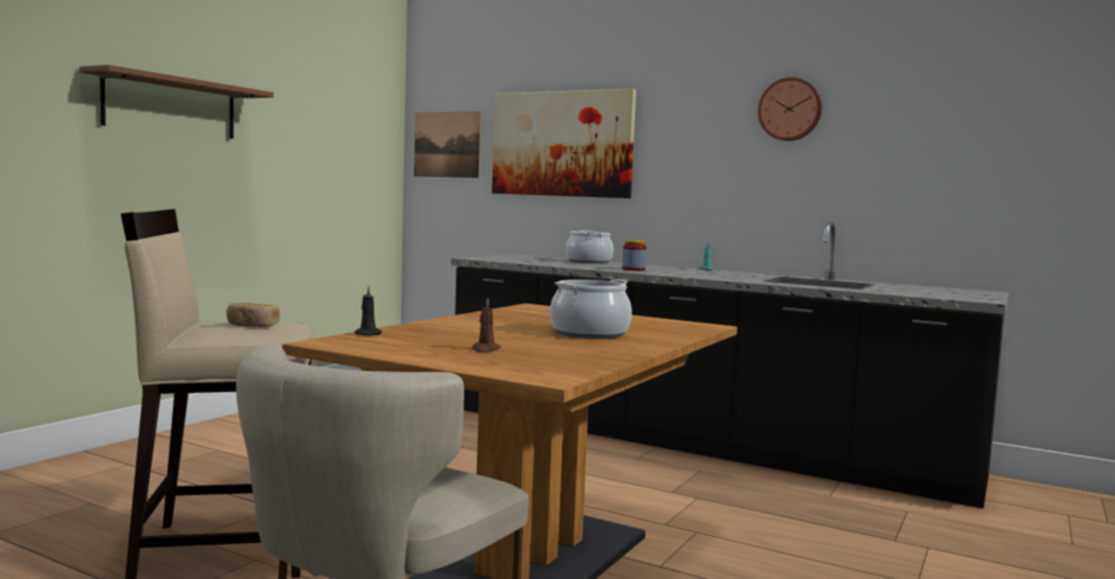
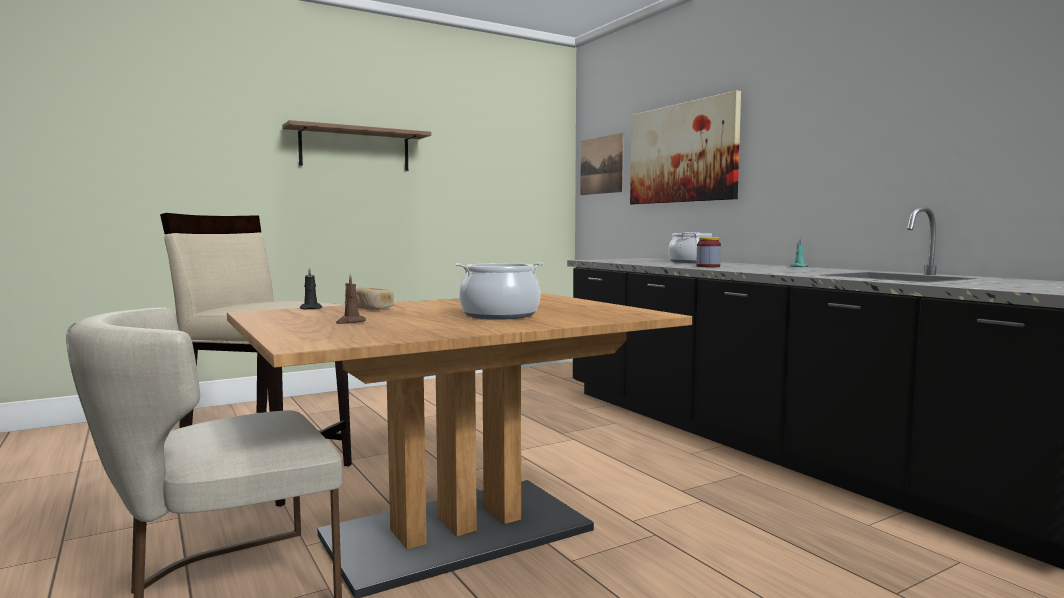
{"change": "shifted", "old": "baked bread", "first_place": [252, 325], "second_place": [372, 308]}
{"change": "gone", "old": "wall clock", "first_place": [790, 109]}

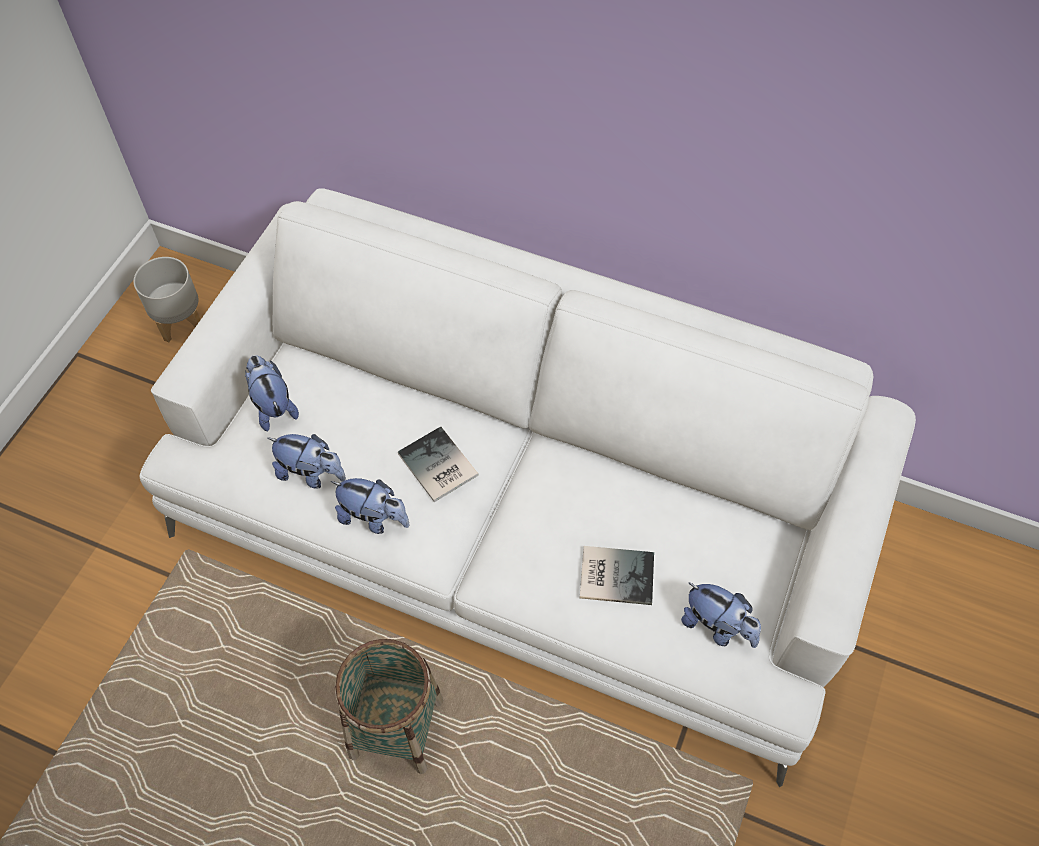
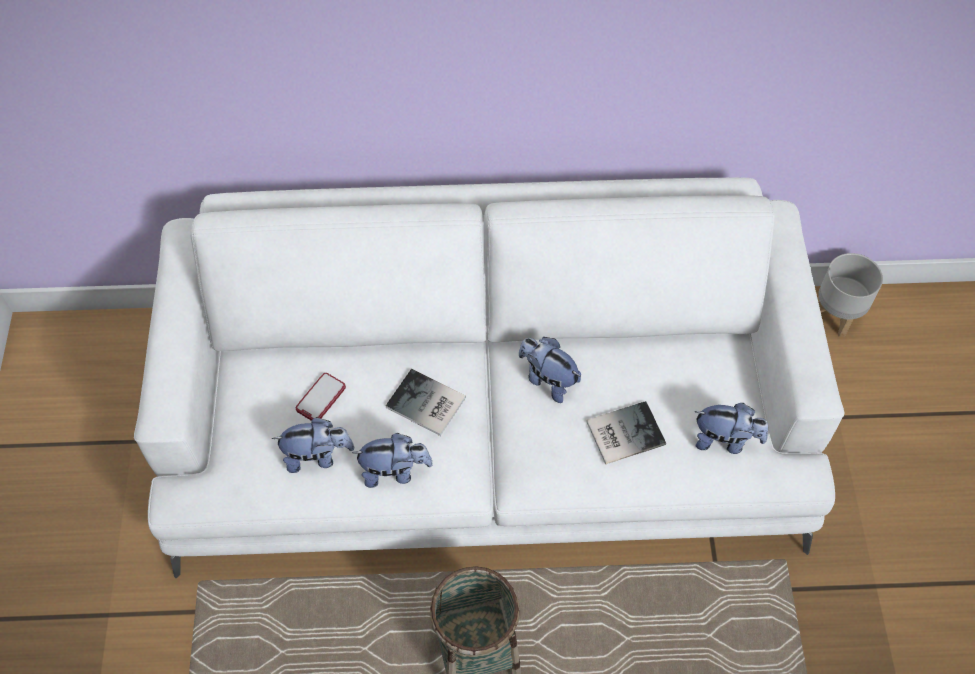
{"change": "new", "new": "telephone", "second_place": [321, 398]}
{"change": "shifted", "old": "soft toy", "first_place": [273, 406], "second_place": [548, 379]}
{"change": "shifted", "old": "flower pot/greyish", "first_place": [181, 322], "second_place": [837, 314]}

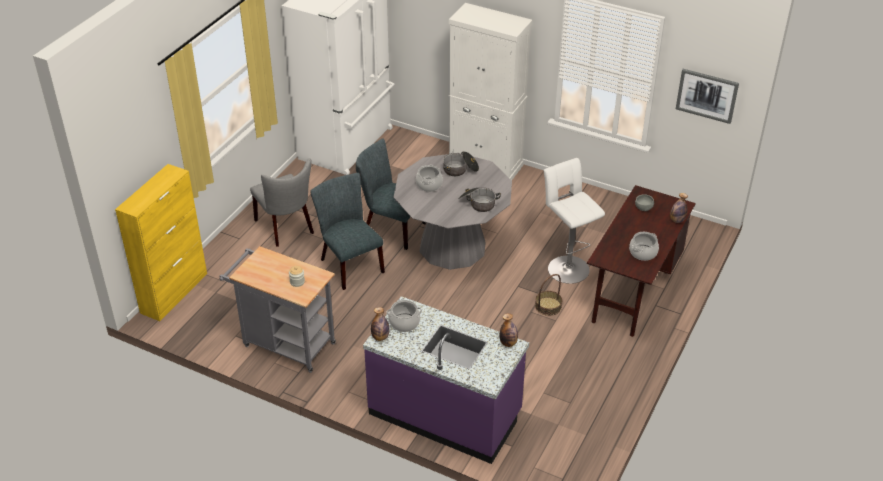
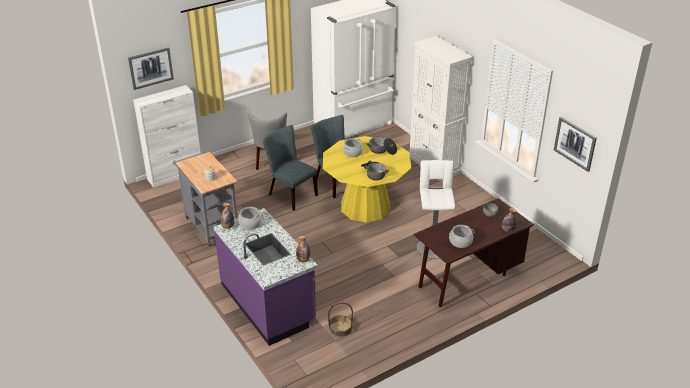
{"change": "new", "new": "wall art", "second_place": [151, 68]}
{"change": "repainted", "old": "cupboard/yellow-coloured", "new": "cupboard/white-coloured", "first_place": [174, 293], "second_place": [175, 175]}
{"change": "rotated", "old": "plain chair/greyish", "first_place": [349, 264], "second_place": [290, 194], "degrees": -45}
{"change": "repainted", "old": "dining table/greyish", "new": "dining table/yellow-coloured", "first_place": [452, 247], "second_place": [365, 206]}
{"change": "shifted", "old": "household basket", "first_place": [548, 306], "second_place": [340, 329]}

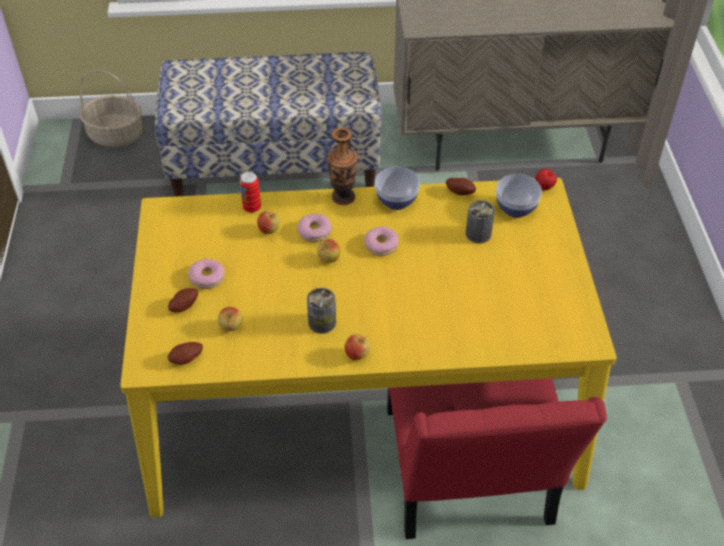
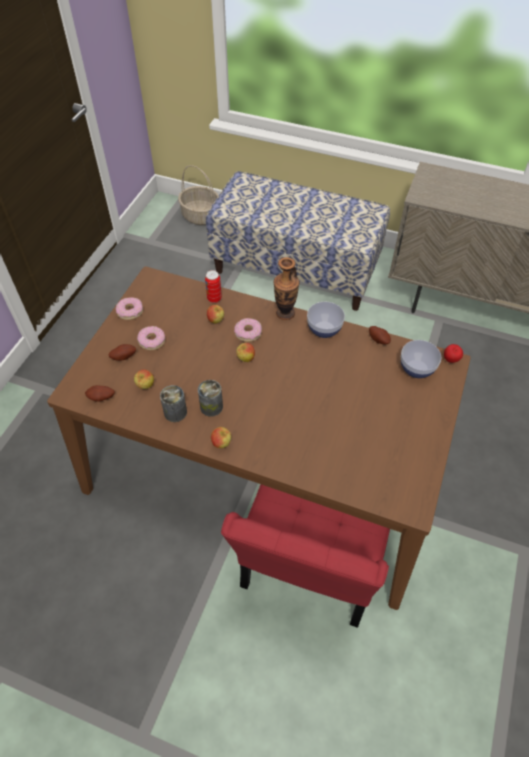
{"change": "repainted", "old": "dining table/yellow-coloured", "new": "dining table/brown", "first_place": [361, 401], "second_place": [264, 468]}
{"change": "shifted", "old": "ring doughnut", "first_place": [381, 245], "second_place": [130, 312]}
{"change": "shifted", "old": "sealed can", "first_place": [478, 234], "second_place": [175, 412]}

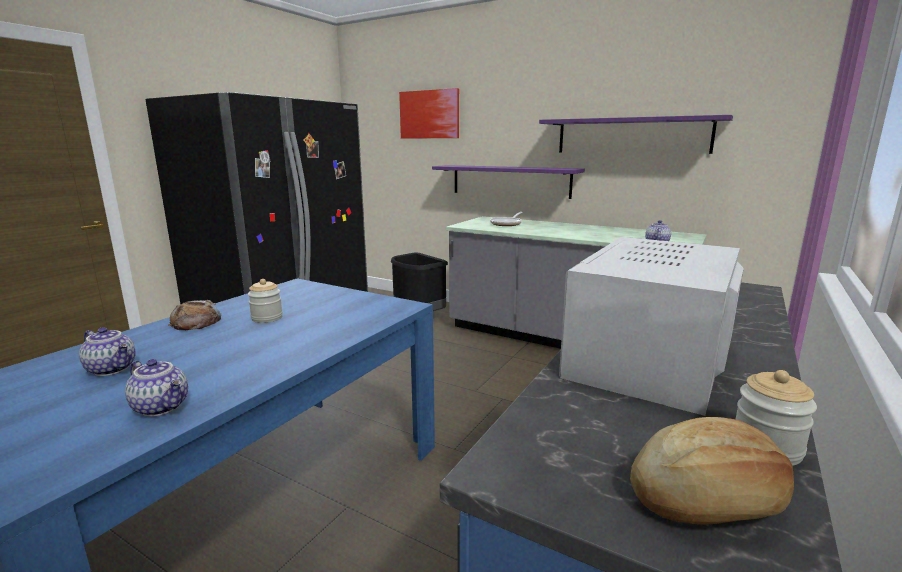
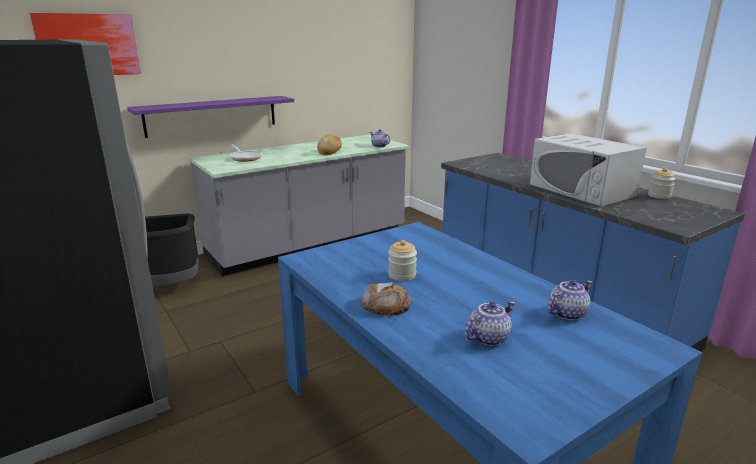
{"change": "shifted", "old": "baked bread", "first_place": [708, 500], "second_place": [329, 152]}
{"change": "gone", "old": "shelf/purple", "first_place": [632, 136]}

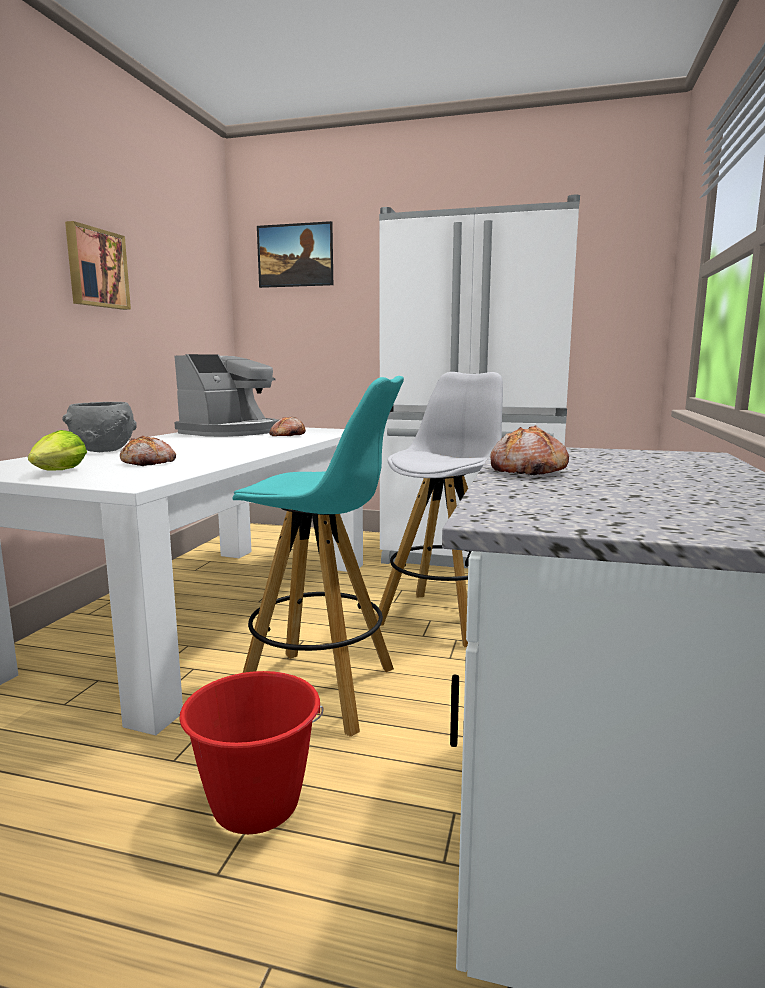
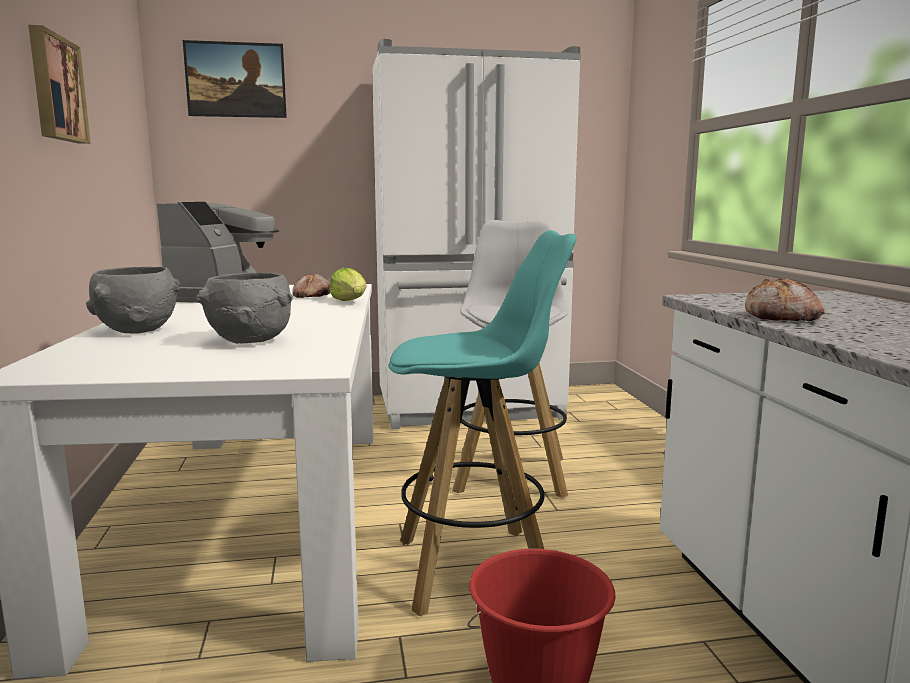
{"change": "swapped", "old": "baked bread", "new": "serving bowl/greyish", "first_place": [149, 463], "second_place": [251, 341]}
{"change": "shifted", "old": "lettuce", "first_place": [59, 472], "second_place": [351, 301]}

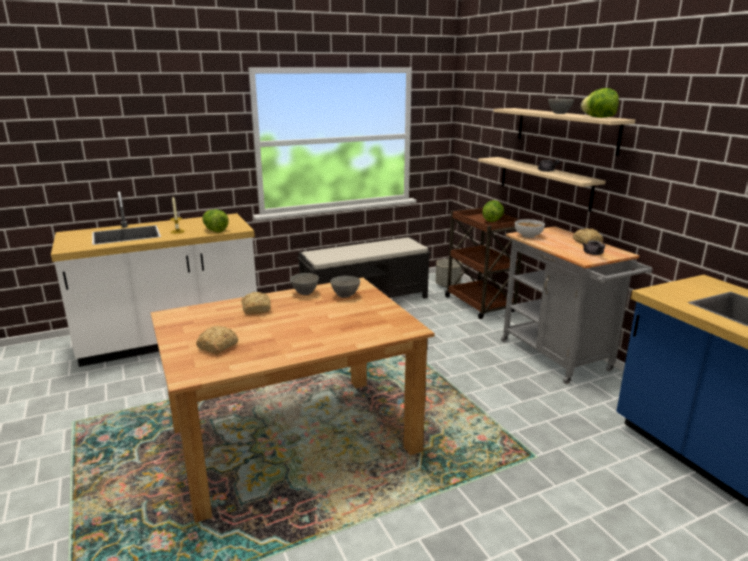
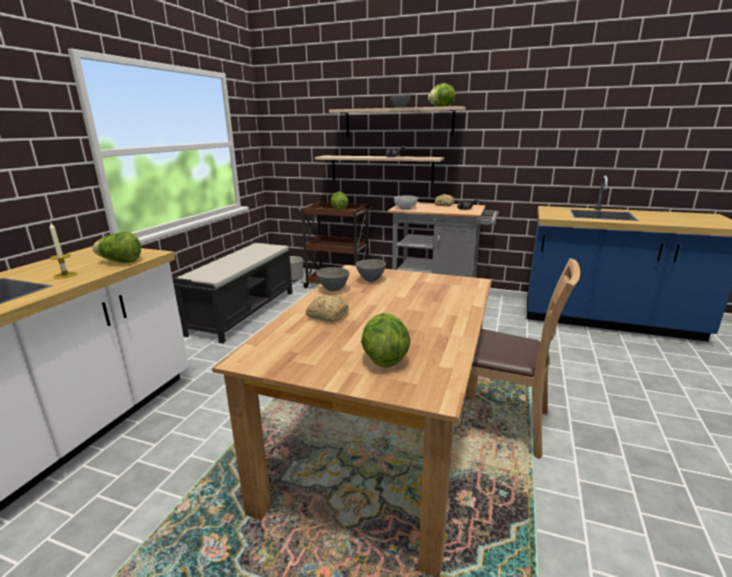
{"change": "swapped", "old": "baked bread", "new": "lettuce", "first_place": [216, 347], "second_place": [384, 358]}
{"change": "new", "new": "plain chair/brown", "second_place": [499, 422]}

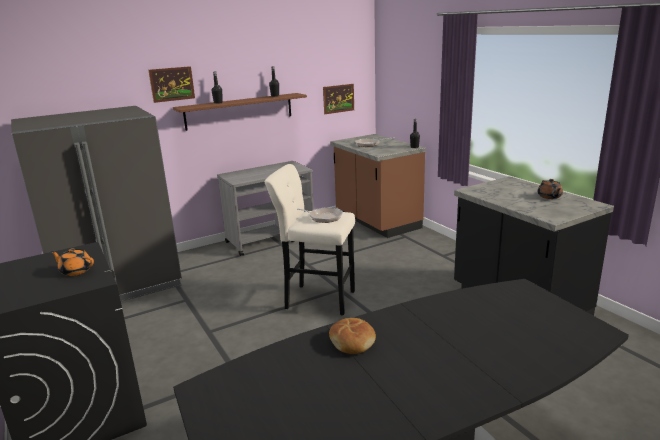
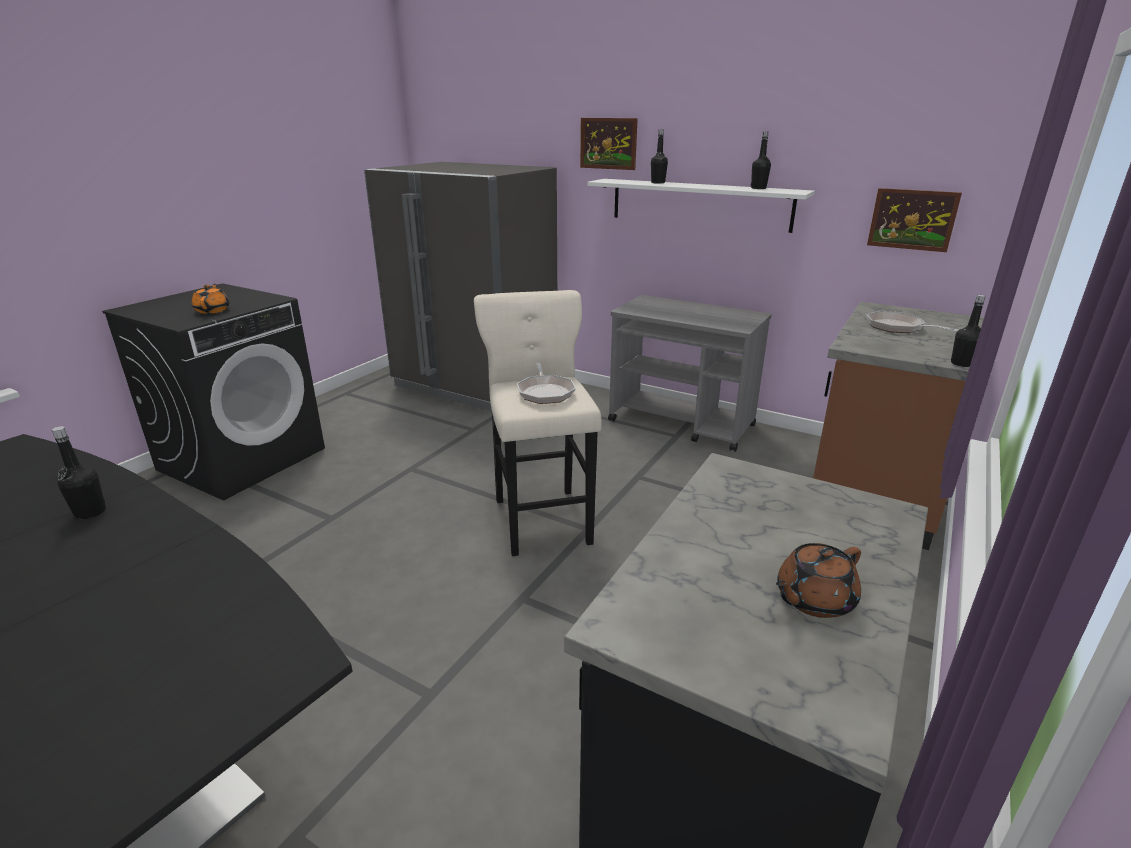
{"change": "swapped", "old": "baked bread", "new": "beverage bottle/black-coloured", "first_place": [352, 342], "second_place": [90, 512]}
{"change": "repainted", "old": "shelf/brown", "new": "shelf/white-coloured", "first_place": [239, 111], "second_place": [699, 204]}

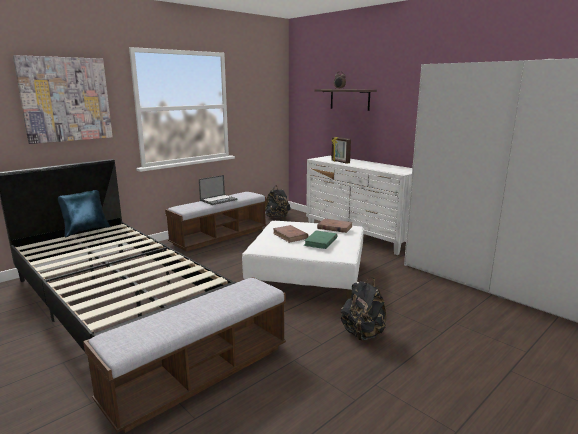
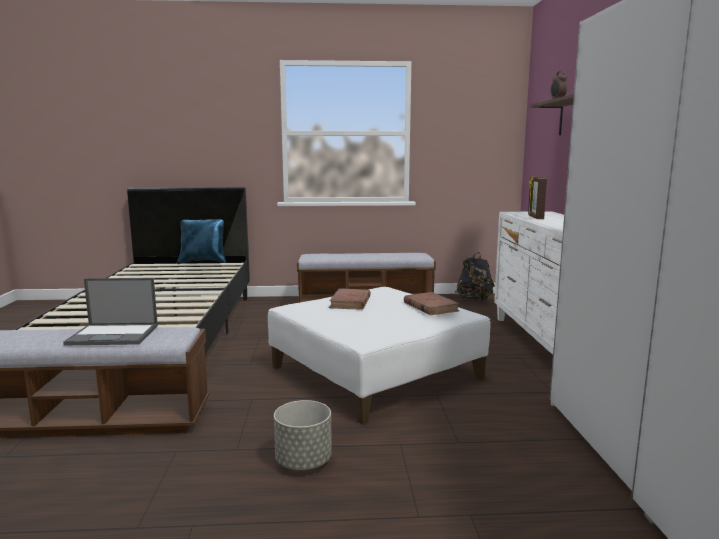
{"change": "shifted", "old": "laptop", "first_place": [219, 200], "second_place": [114, 335]}
{"change": "swapped", "old": "backpack/black-coloured", "new": "flower pot/greyish", "first_place": [363, 334], "second_place": [304, 462]}
{"change": "gone", "old": "wall art", "first_place": [66, 99]}
{"change": "gone", "old": "bound book/green-coloured", "first_place": [320, 242]}

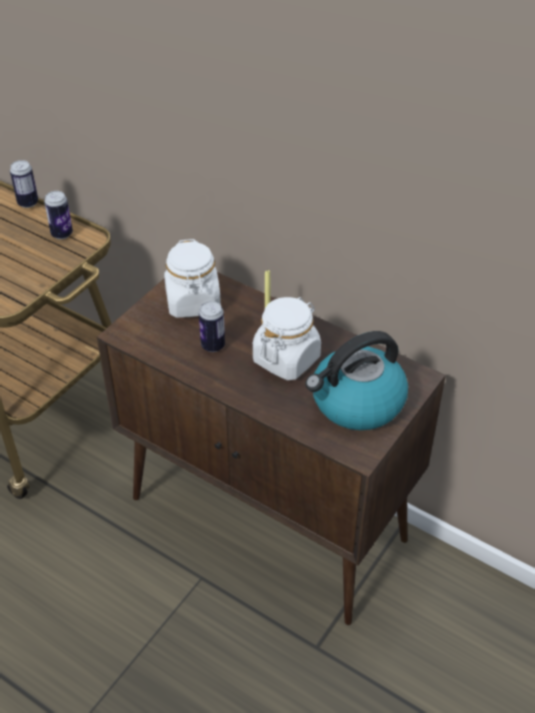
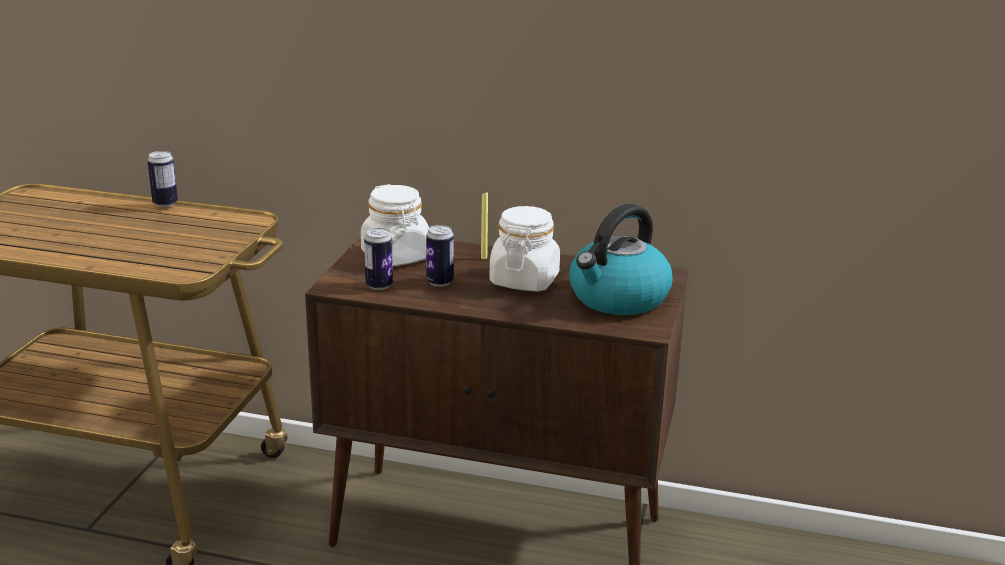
{"change": "shifted", "old": "sealed can", "first_place": [62, 234], "second_place": [379, 285]}

